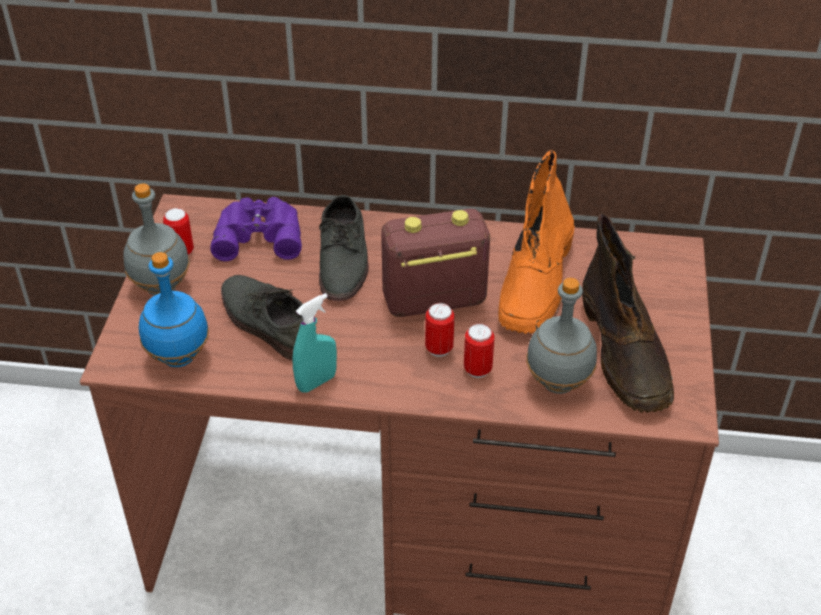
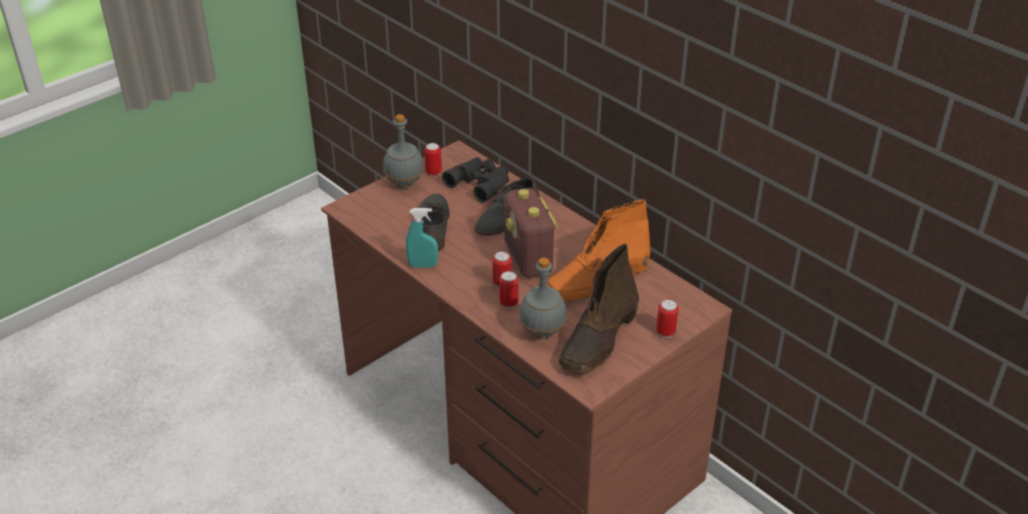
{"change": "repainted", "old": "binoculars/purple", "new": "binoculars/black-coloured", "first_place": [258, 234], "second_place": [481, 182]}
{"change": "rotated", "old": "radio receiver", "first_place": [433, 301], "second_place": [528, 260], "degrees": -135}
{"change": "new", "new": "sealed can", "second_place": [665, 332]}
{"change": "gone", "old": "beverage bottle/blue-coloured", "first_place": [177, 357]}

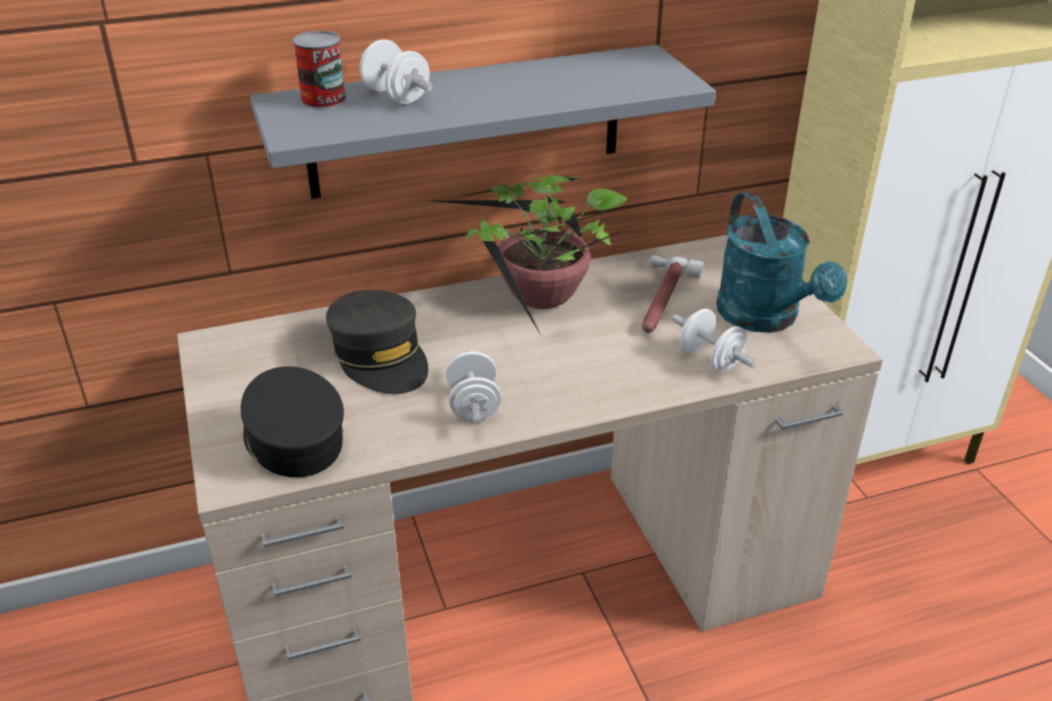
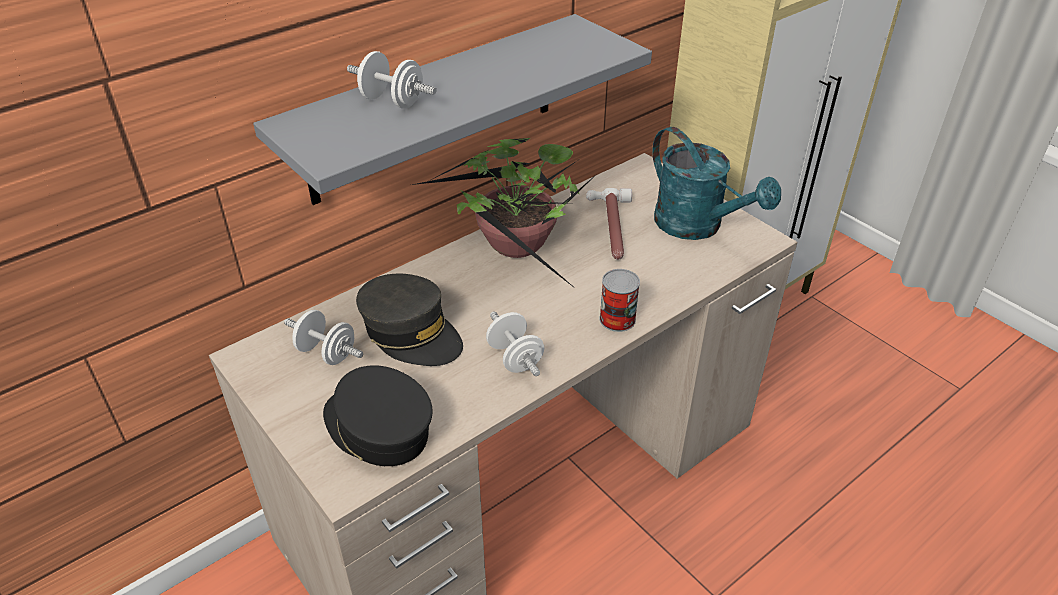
{"change": "shifted", "old": "dumbbell/white-coloured", "first_place": [710, 359], "second_place": [327, 353]}
{"change": "shifted", "old": "sealed can", "first_place": [323, 100], "second_place": [617, 319]}

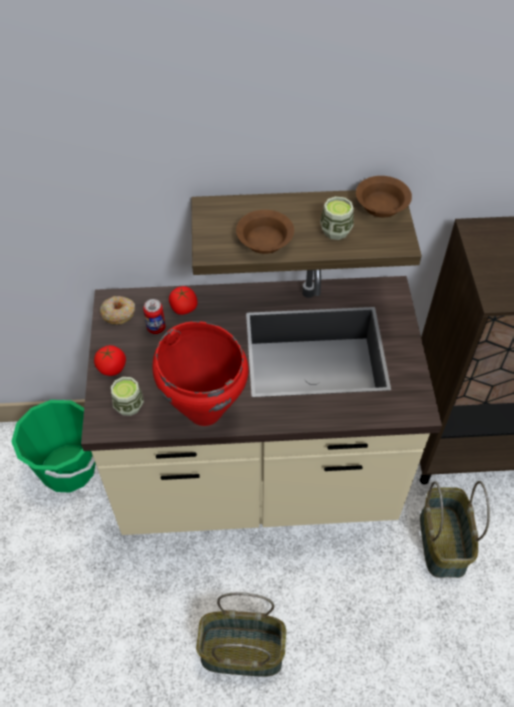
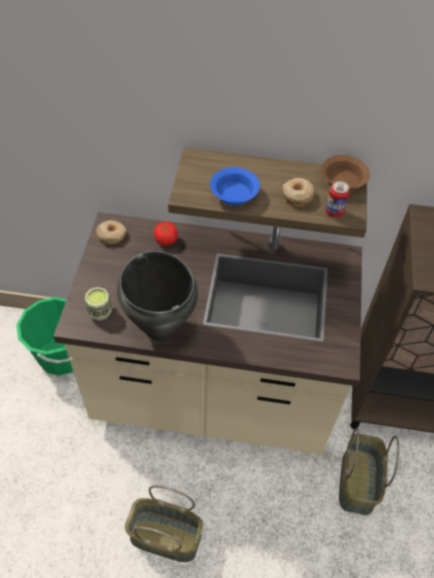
{"change": "repainted", "old": "saucepot/red-coloured", "new": "saucepot/black-coloured", "first_place": [205, 410], "second_place": [161, 328]}
{"change": "repainted", "old": "serving bowl/brown", "new": "serving bowl/blue-coloured", "first_place": [264, 242], "second_place": [233, 195]}
{"change": "swapped", "old": "drinking cup", "new": "ring doughnut", "first_place": [335, 231], "second_place": [297, 196]}
{"change": "shifted", "old": "sealed can", "first_place": [156, 328], "second_place": [334, 212]}
{"change": "gone", "old": "tomato", "first_place": [112, 367]}

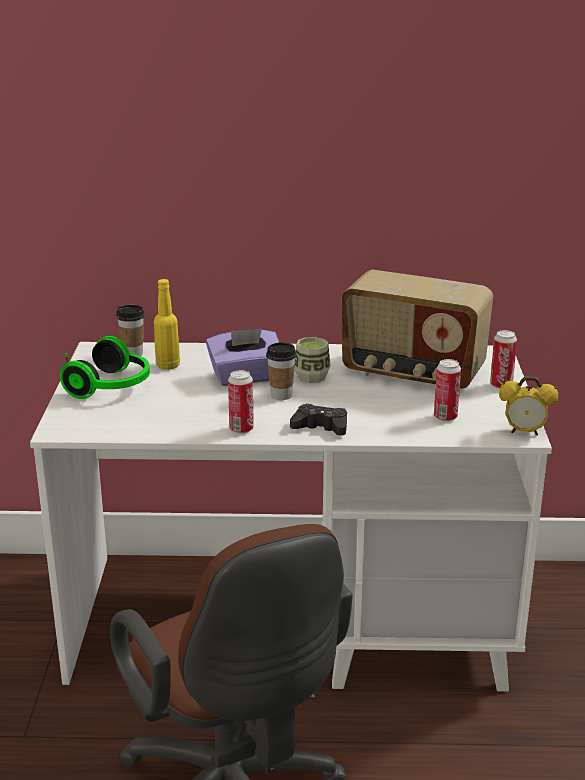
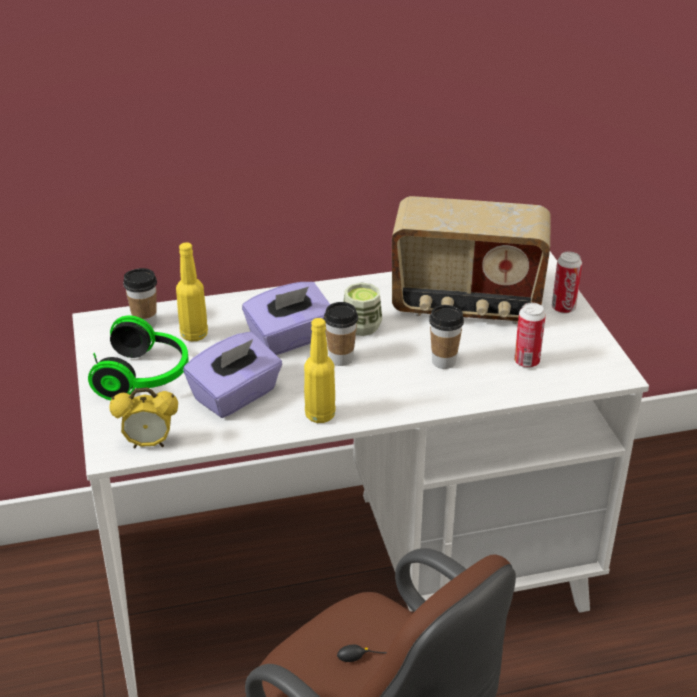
{"change": "shifted", "old": "bedside clock", "first_place": [524, 432], "second_place": [149, 444]}
{"change": "new", "new": "tissue holder/purple", "second_place": [236, 396]}
{"change": "swapped", "old": "sealed can", "new": "beverage bottle/yellow-coloured", "first_place": [241, 429], "second_place": [320, 415]}
{"change": "new", "new": "drinking cup", "second_place": [443, 361]}
{"change": "gone", "old": "gamepad/black-coloured", "first_place": [321, 427]}

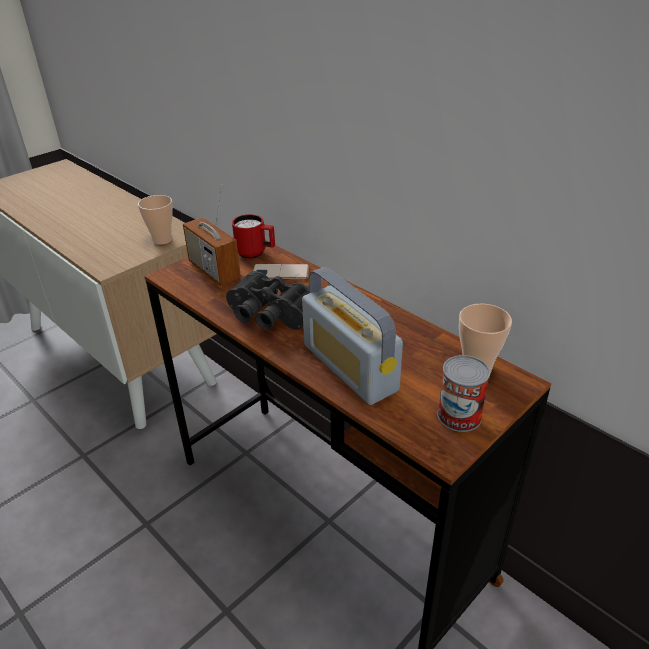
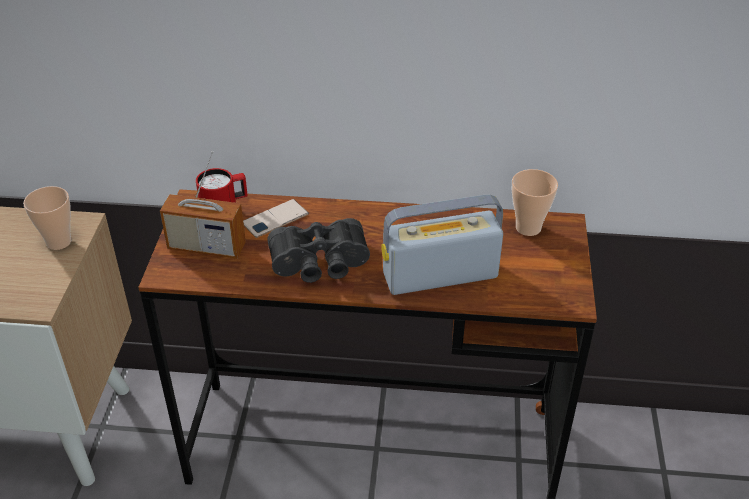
{"change": "rotated", "old": "radio receiver", "first_place": [349, 367], "second_place": [440, 275], "degrees": 150}
{"change": "gone", "old": "sealed can", "first_place": [459, 416]}

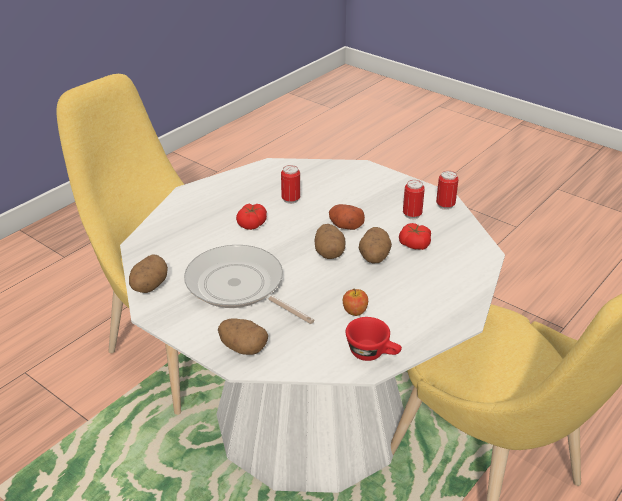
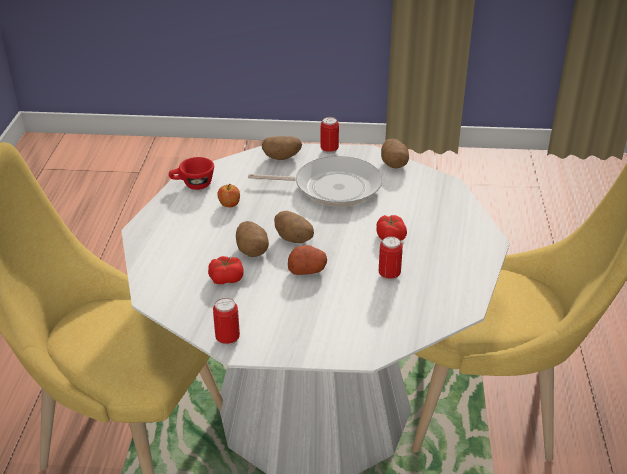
{"change": "shifted", "old": "sealed can", "first_place": [412, 215], "second_place": [329, 150]}

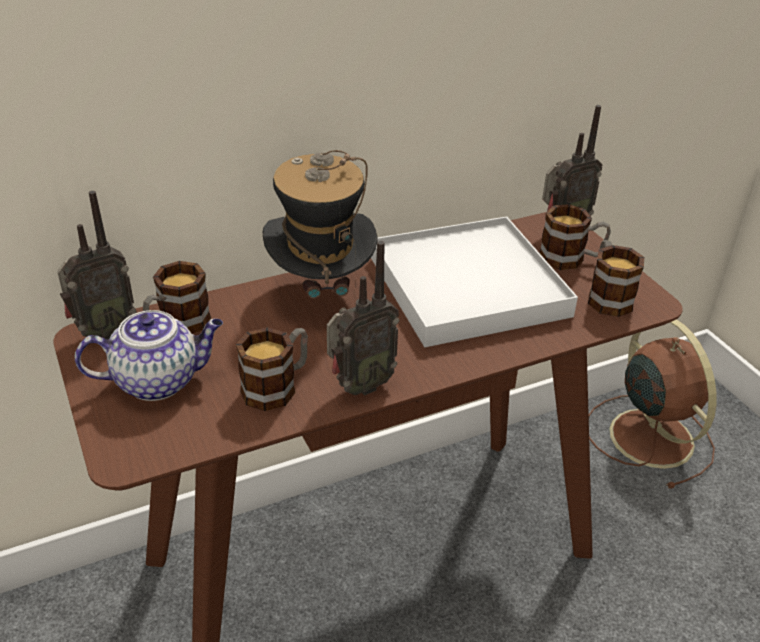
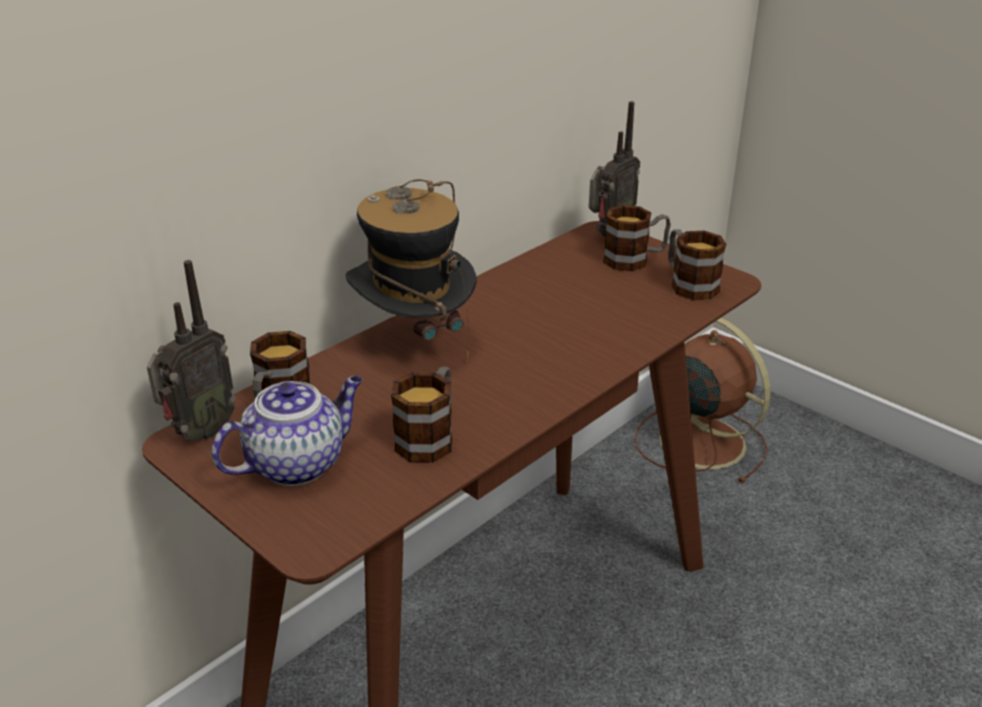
{"change": "gone", "old": "radio receiver", "first_place": [359, 386]}
{"change": "gone", "old": "carrying tray/white-coloured", "first_place": [468, 286]}

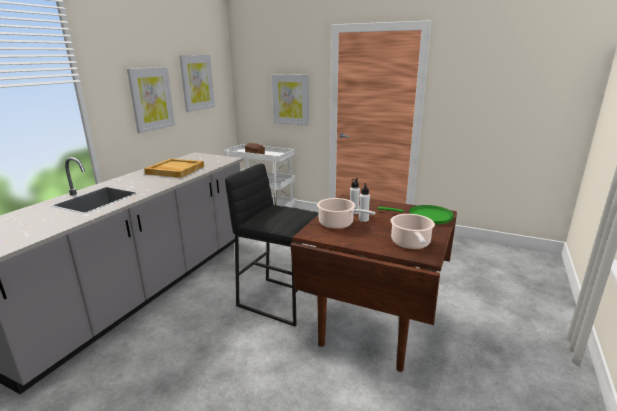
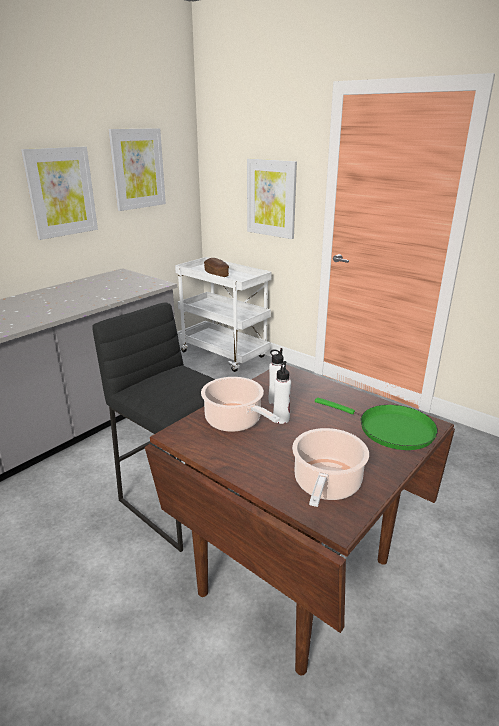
{"change": "gone", "old": "carrying tray/beige", "first_place": [175, 170]}

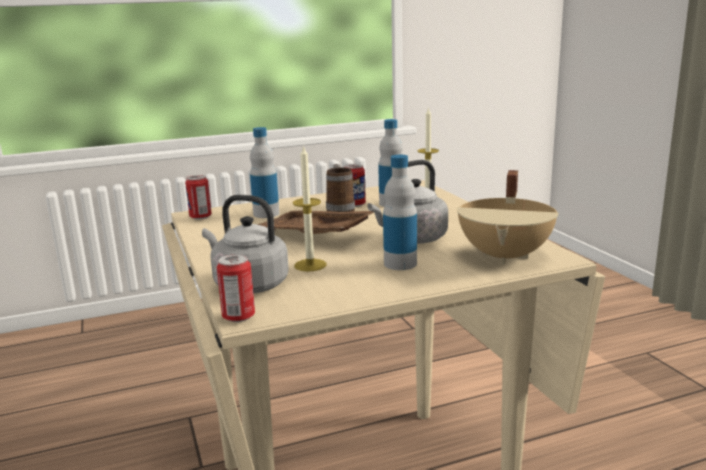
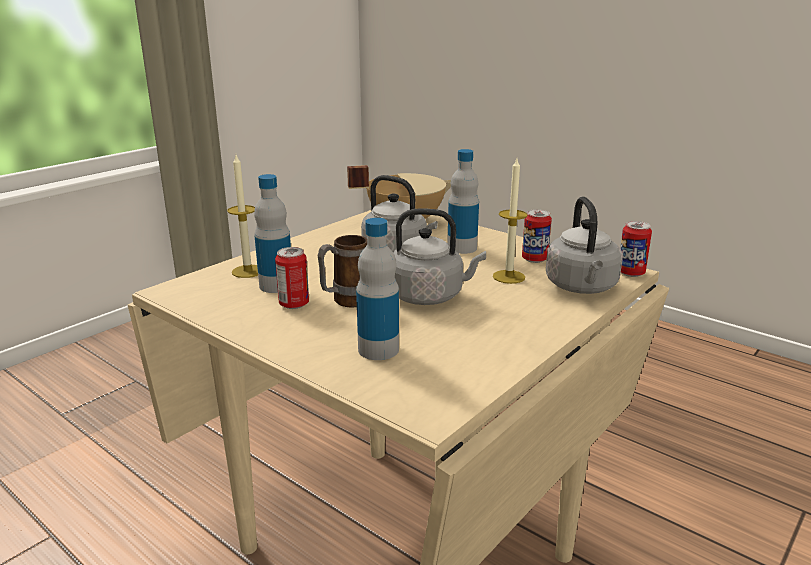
{"change": "swapped", "old": "carrying tray/brown", "new": "tea kettle/greyish", "first_place": [314, 235], "second_place": [429, 296]}
{"change": "shifted", "old": "sealed can", "first_place": [200, 217], "second_place": [534, 259]}

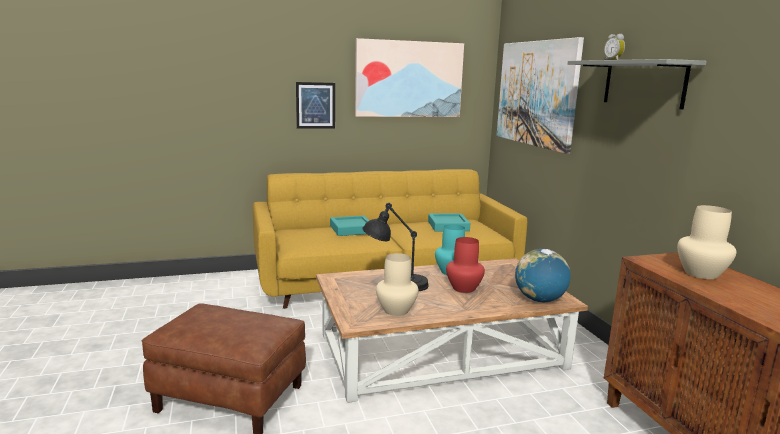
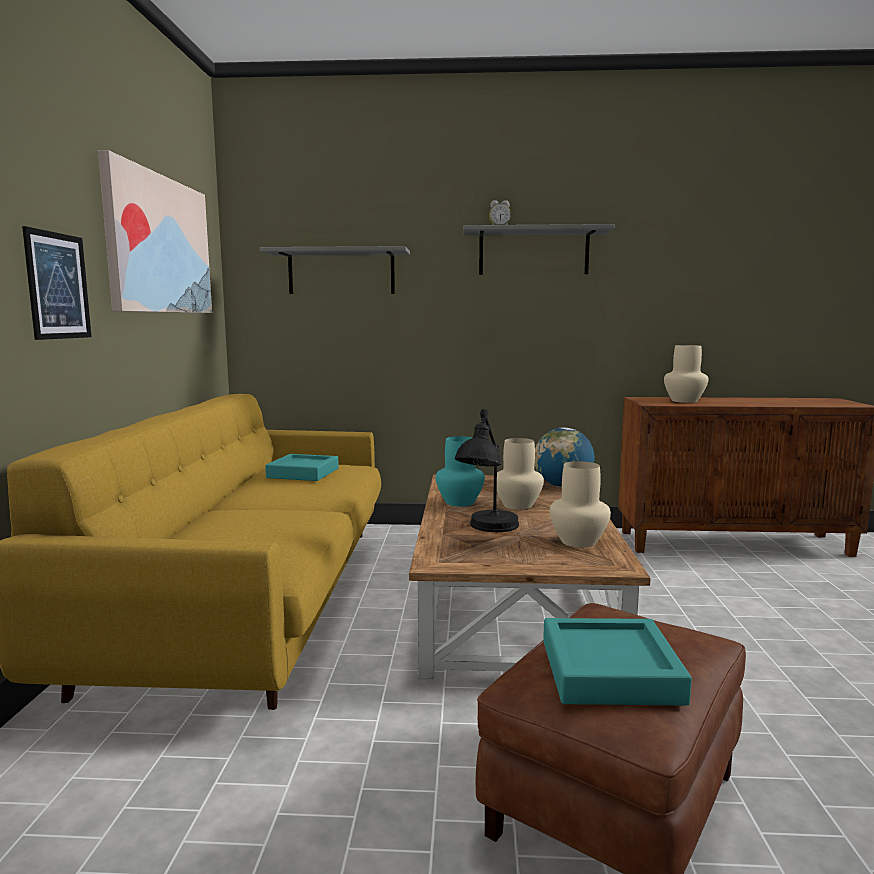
{"change": "swapped", "old": "wall art", "new": "shelf/greyish", "first_place": [536, 93], "second_place": [341, 272]}
{"change": "repainted", "old": "vase/red-coloured", "new": "vase/beige", "first_place": [464, 288], "second_place": [518, 505]}
{"change": "shifted", "old": "carrying tray/blue-green", "first_place": [351, 229], "second_place": [610, 671]}

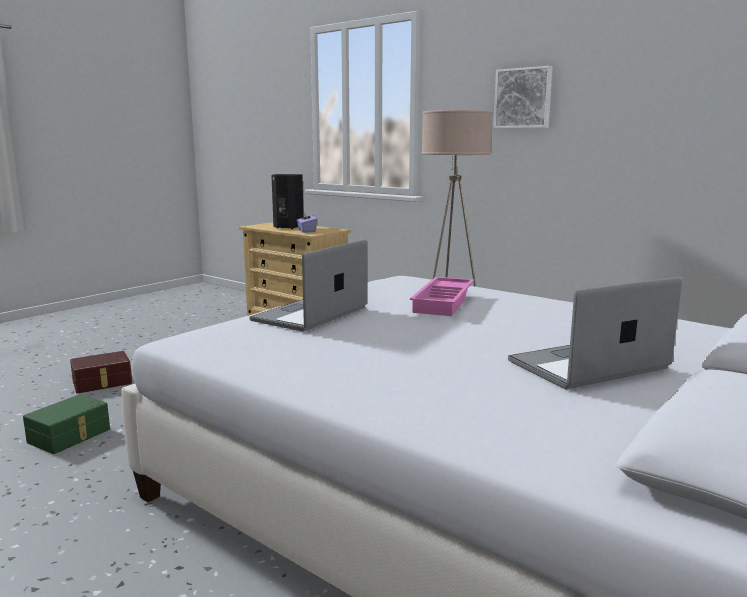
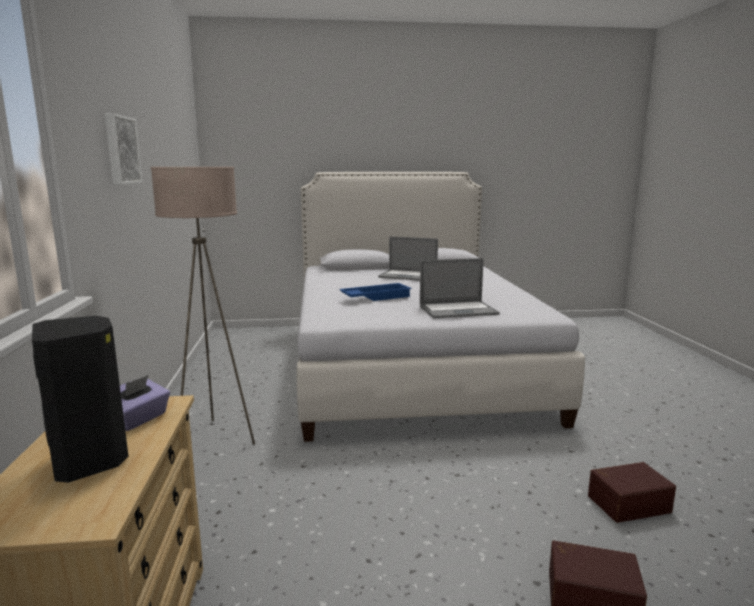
{"change": "repainted", "old": "carrying tray/pink", "new": "carrying tray/blue-coloured", "first_place": [444, 302], "second_place": [375, 297]}
{"change": "repainted", "old": "storage bin/green-coloured", "new": "storage bin/brown", "first_place": [70, 436], "second_place": [627, 502]}

